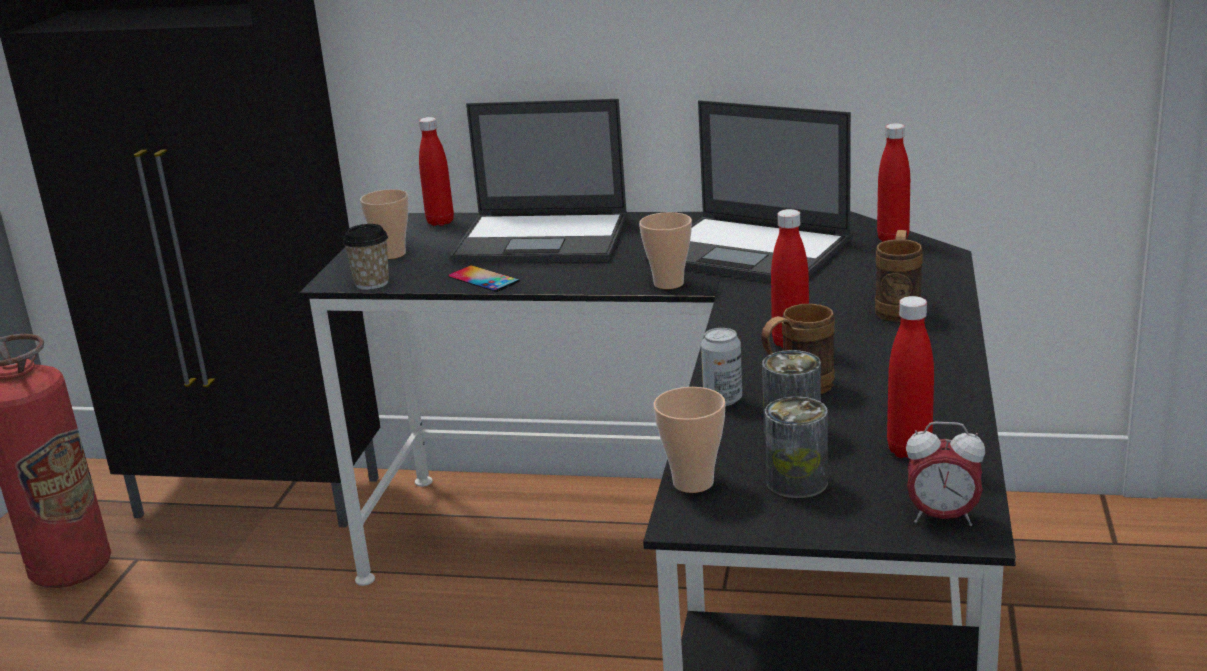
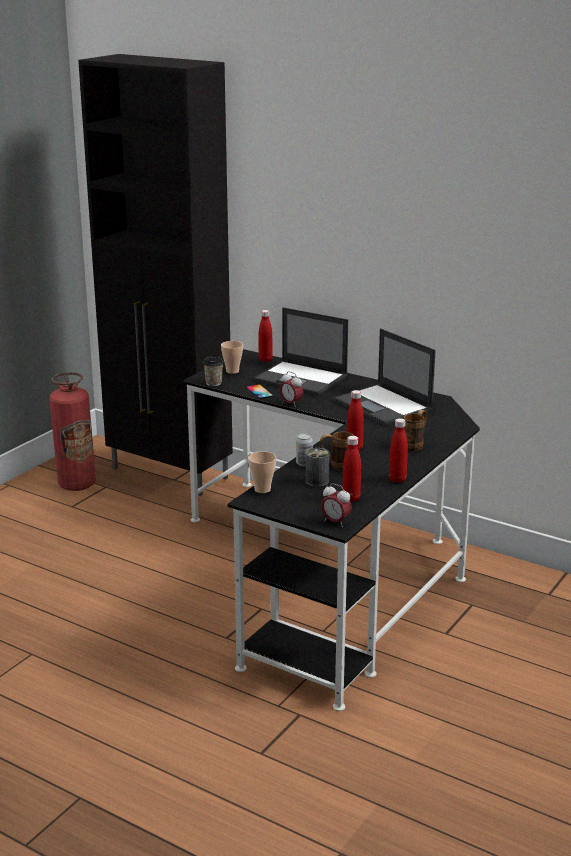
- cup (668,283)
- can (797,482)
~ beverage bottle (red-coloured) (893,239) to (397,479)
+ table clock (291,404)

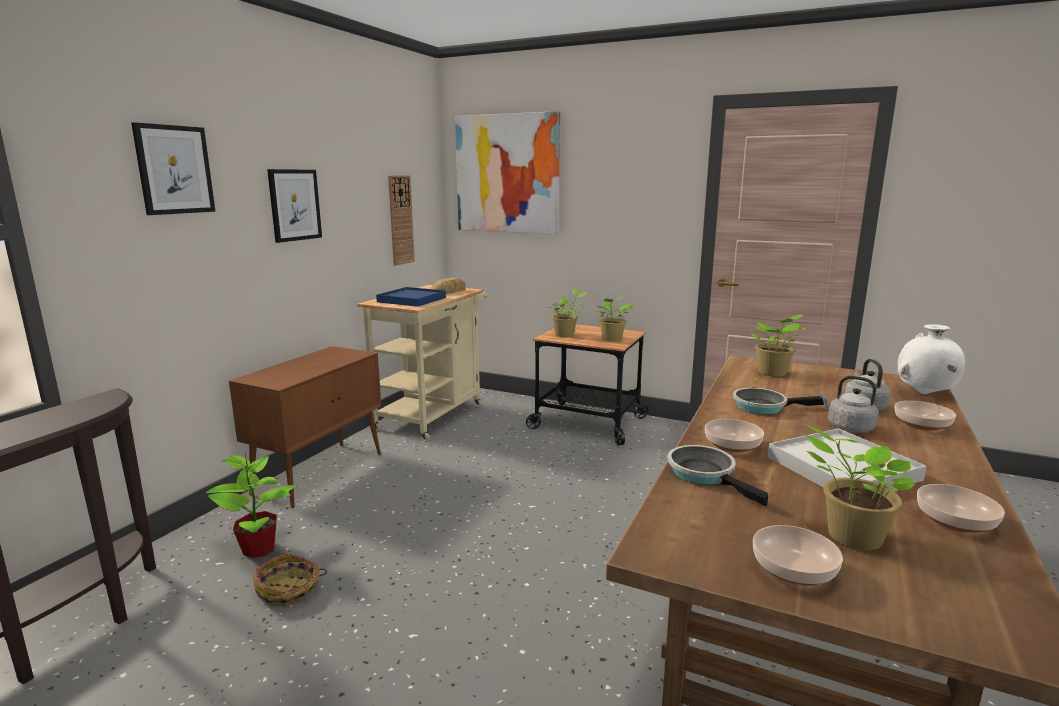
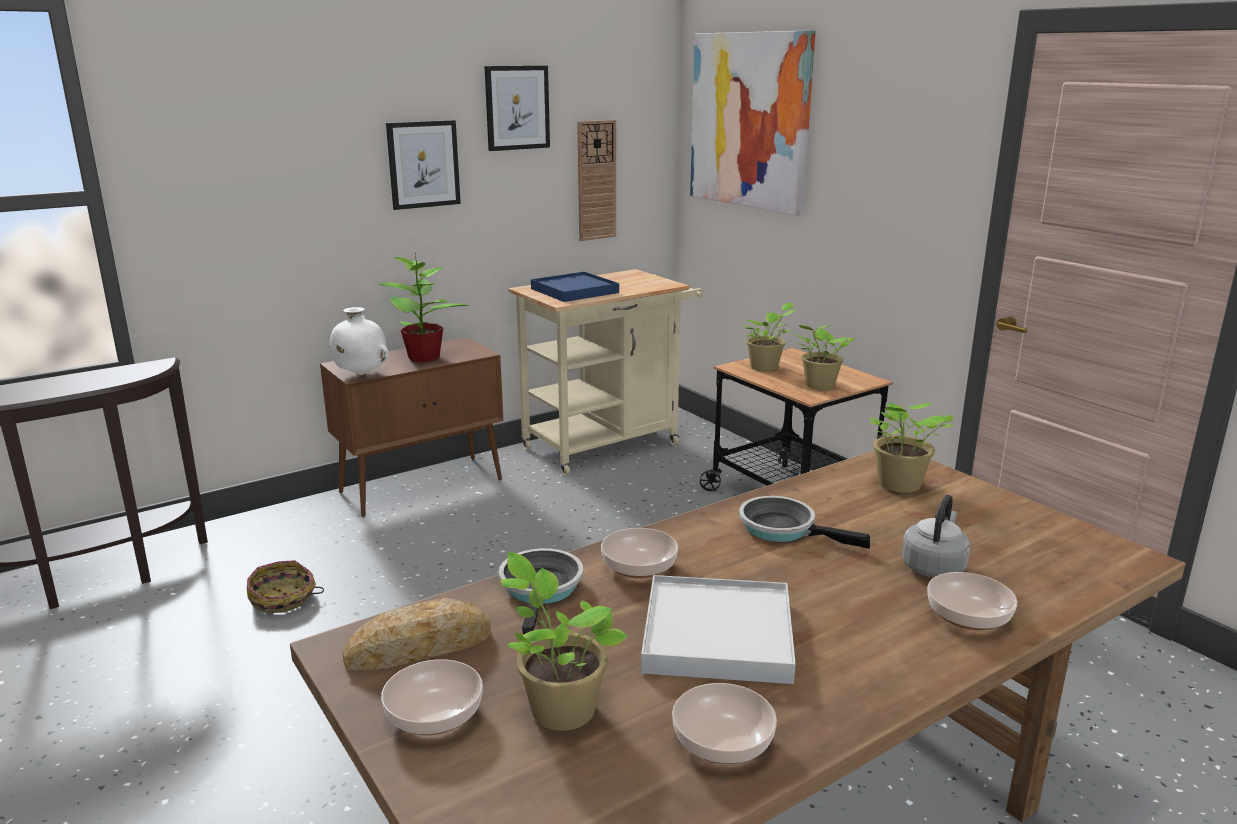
~ wall picture (174,170) to (517,108)
~ plant in a pot (260,549) to (425,358)
~ baked bread (448,292) to (419,646)
- tea kettle (greyish) (847,427)
~ vase (whitish) (924,394) to (360,374)

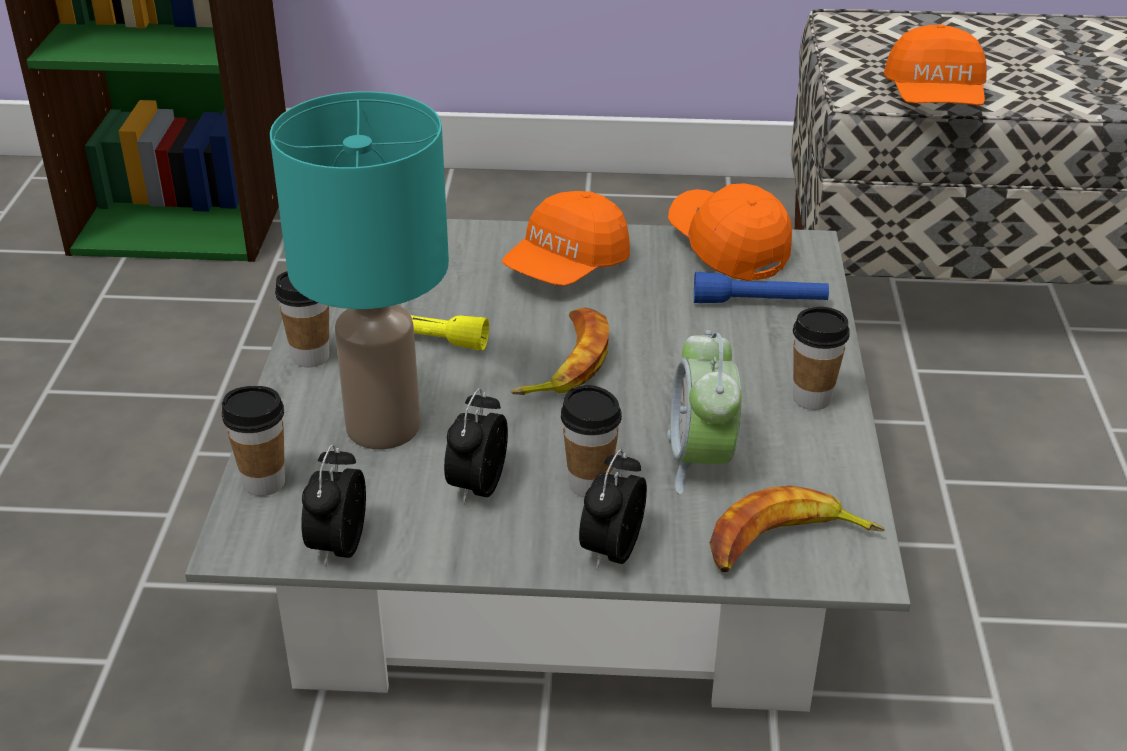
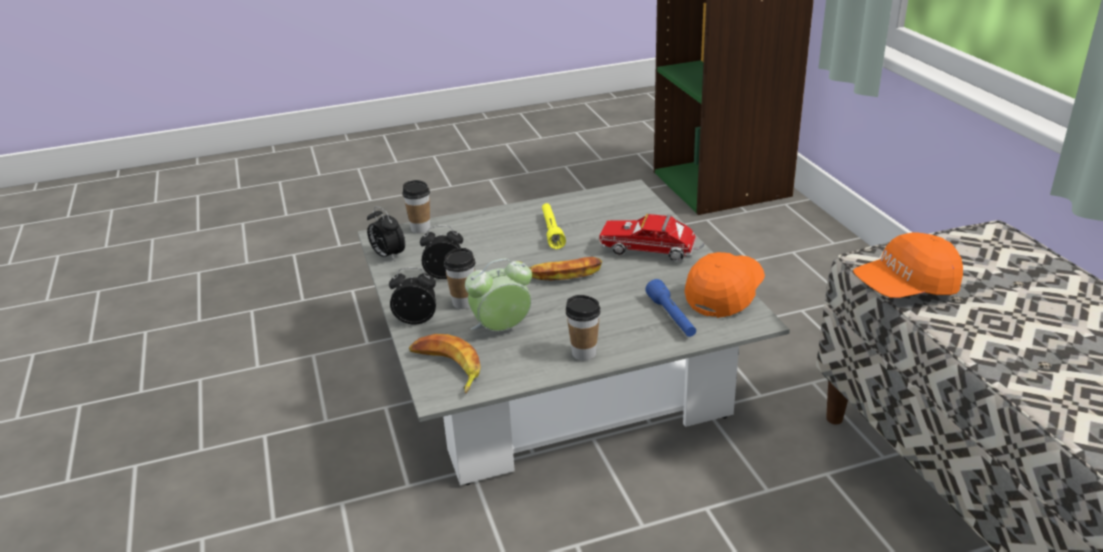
- table lamp (blue-green) (381,428)
- cup (310,356)
~ table clock (338,546) = (388,256) 120 degrees counterclockwise
~ cap (orange) (566,267) to model truck (652,251)

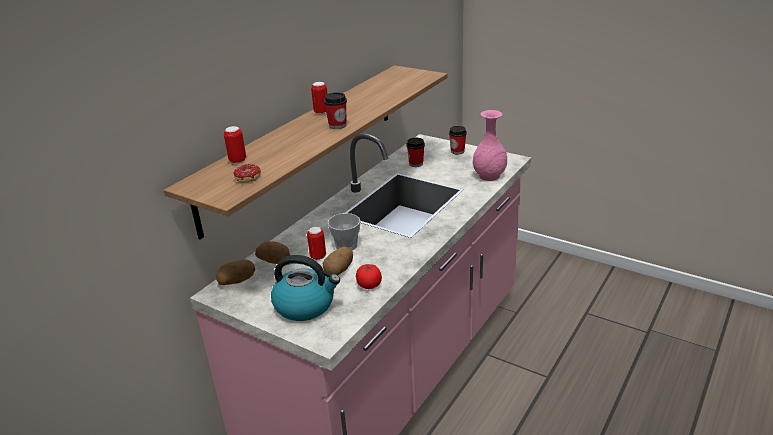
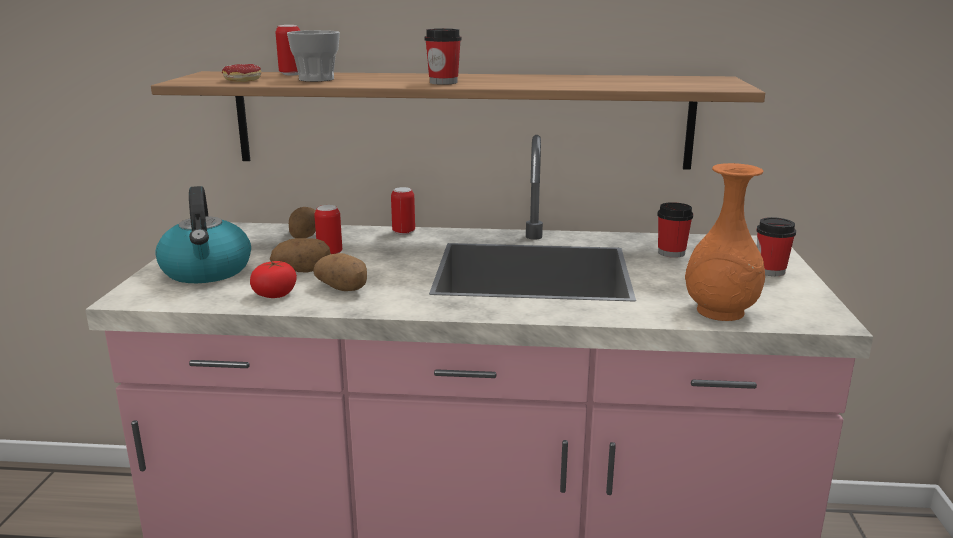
~ potato (237,281) to (344,288)
~ can (321,112) to (403,232)
~ cup (346,245) to (316,79)
~ vase (pinkish) (489,176) to vase (orange) (720,312)

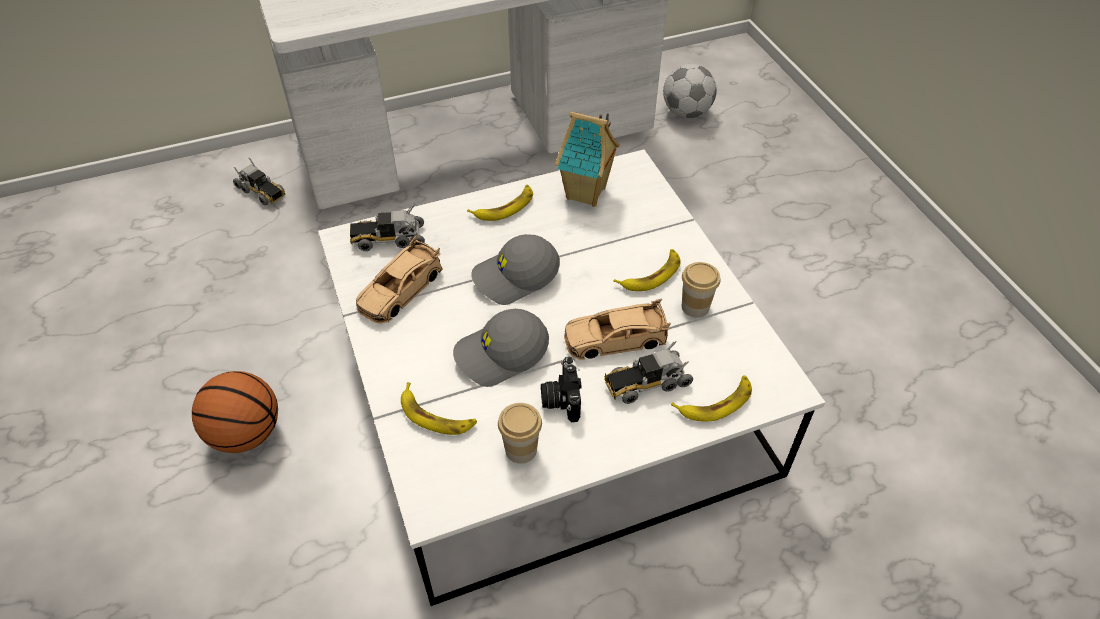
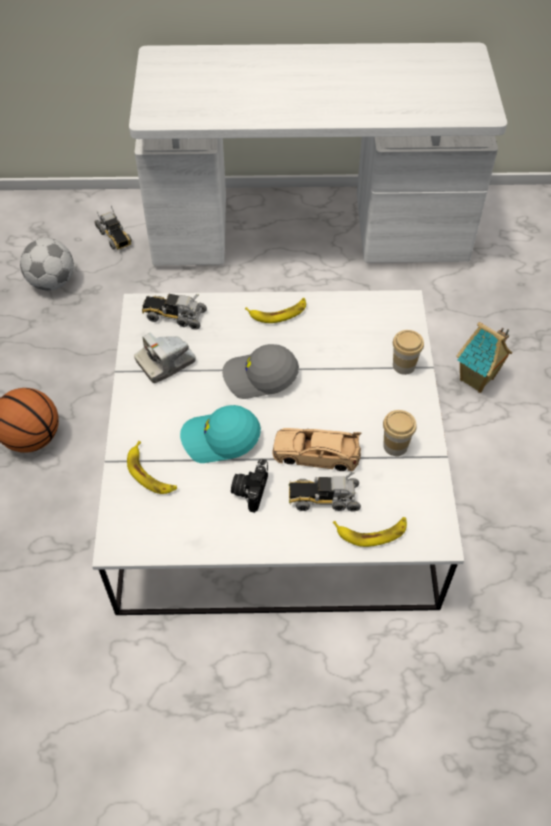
~ toy car (beige-coloured) (400,290) to still camera (166,362)
~ cap (greyish) (501,355) to cap (blue-green) (220,439)
~ cup (521,449) to (404,365)
~ model house (587,194) to (477,380)
- banana fruit (651,274)
~ football (686,112) to (52,282)

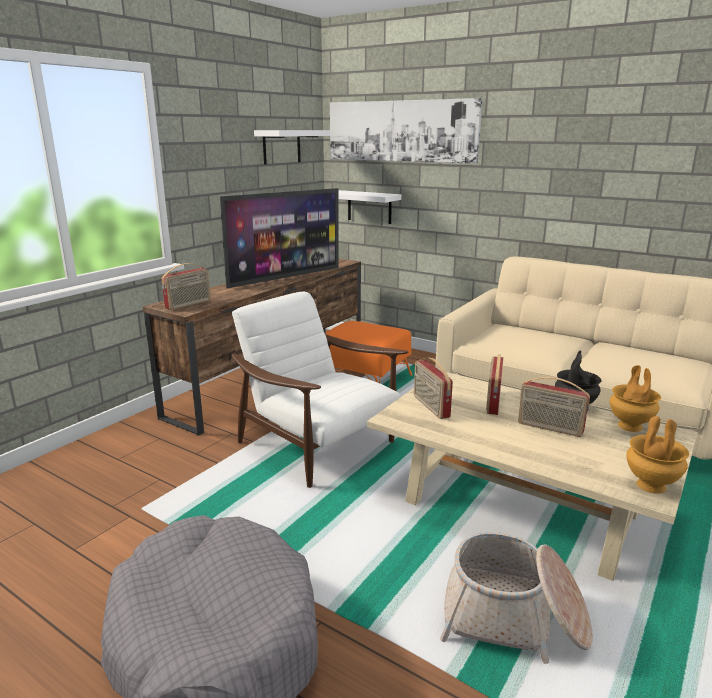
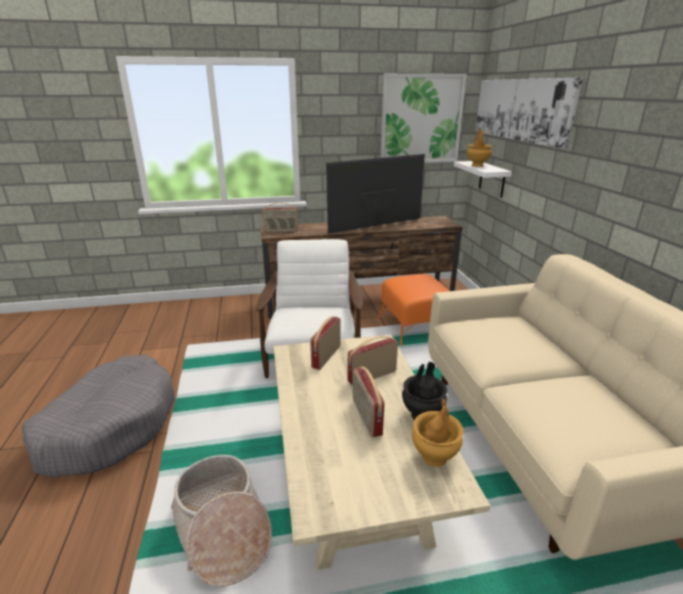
~ television (285,277) = (377,226) 150 degrees clockwise
~ wall shelf (whitish) (281,146) to wall picture (421,119)
~ vase (brownish) (650,485) to (477,165)

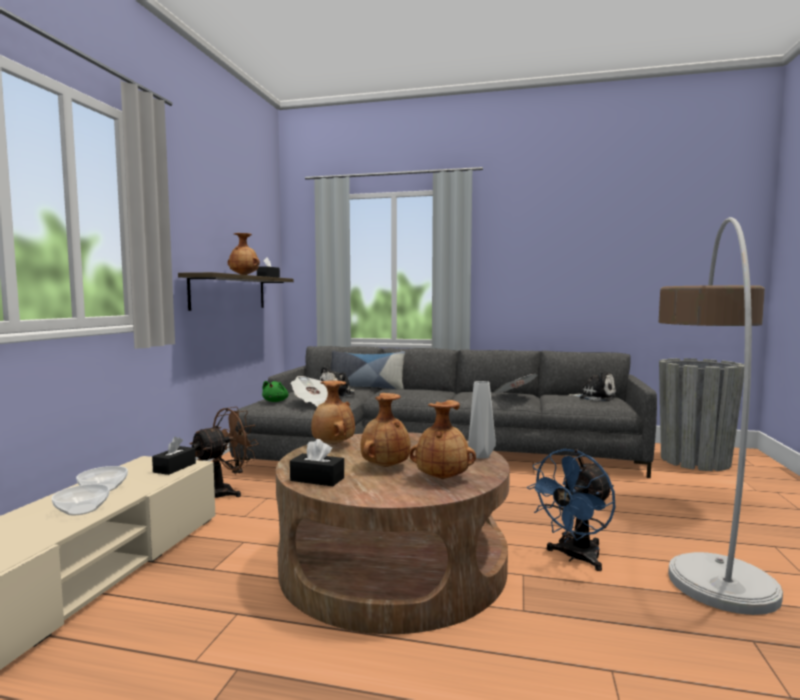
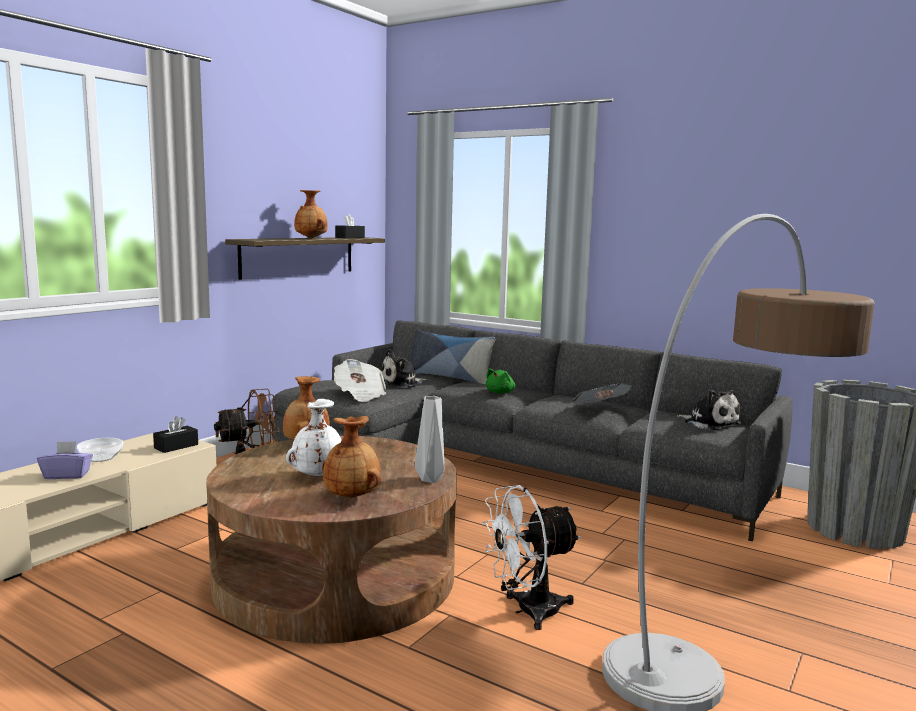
~ serving bowl (81,510) to tissue holder (purple-coloured) (67,475)
~ soft toy (greenish) (276,401) to (500,392)
- tissue holder (black) (317,479)
~ vase (brownish) (384,466) to vase (whitish) (318,475)
~ fan (blue-coloured) (575,557) to fan (whitish) (527,611)

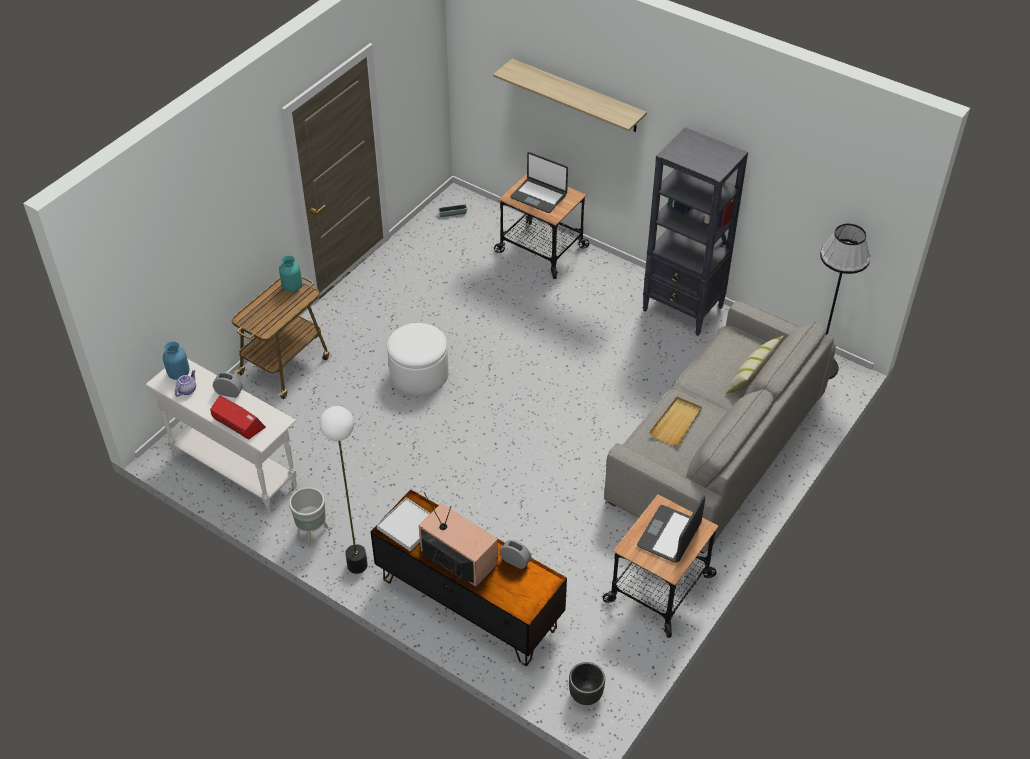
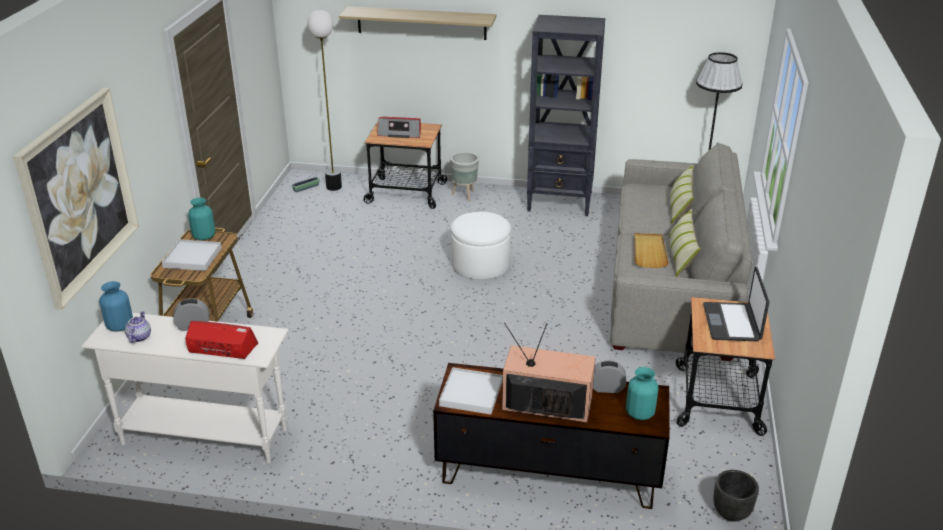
~ plant pot (greyish) (313,533) to (465,196)
~ floor lamp (357,565) to (333,187)
~ pouffe (whitish) (419,374) to (480,264)
~ laptop (539,196) to radio set (400,133)
+ wall picture (79,195)
+ tray (whitish) (192,257)
+ vase (blue-green) (640,413)
+ throw pillow (681,256)

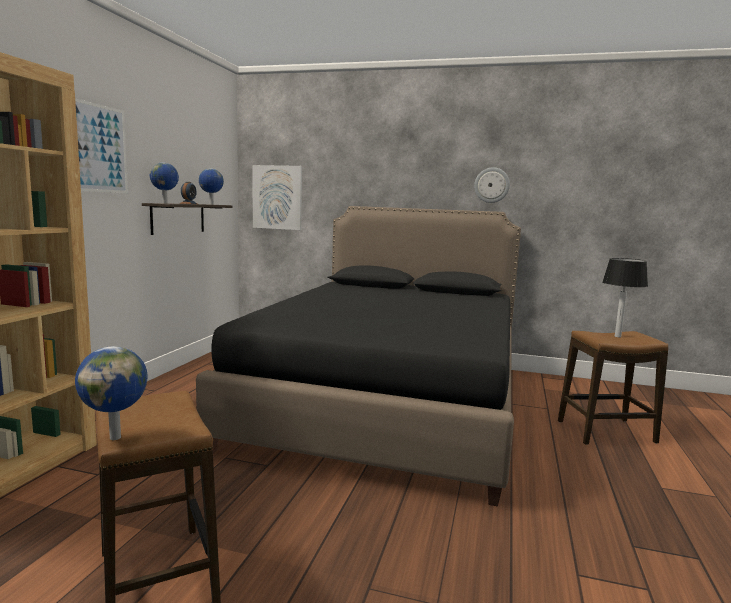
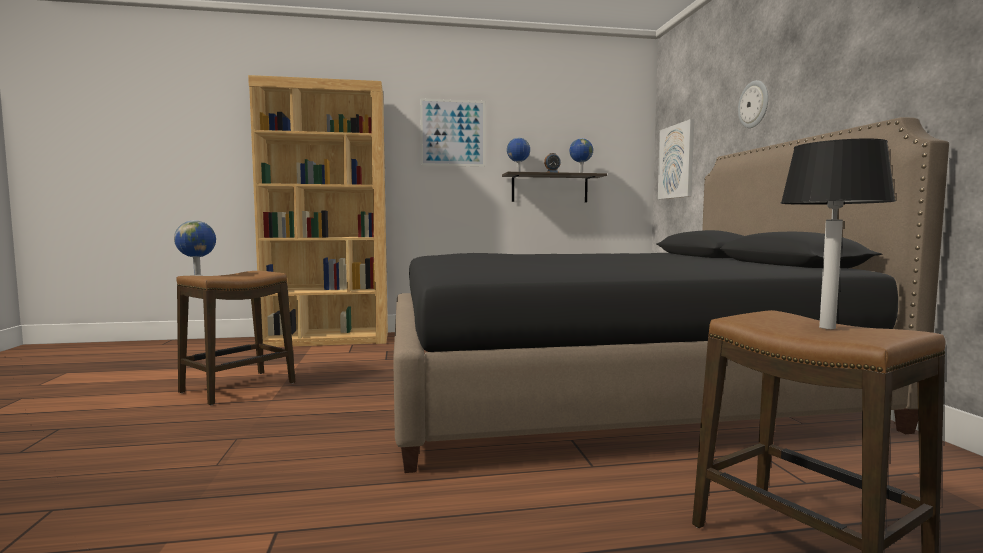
~ clock on the wall (491,185) to (754,104)

